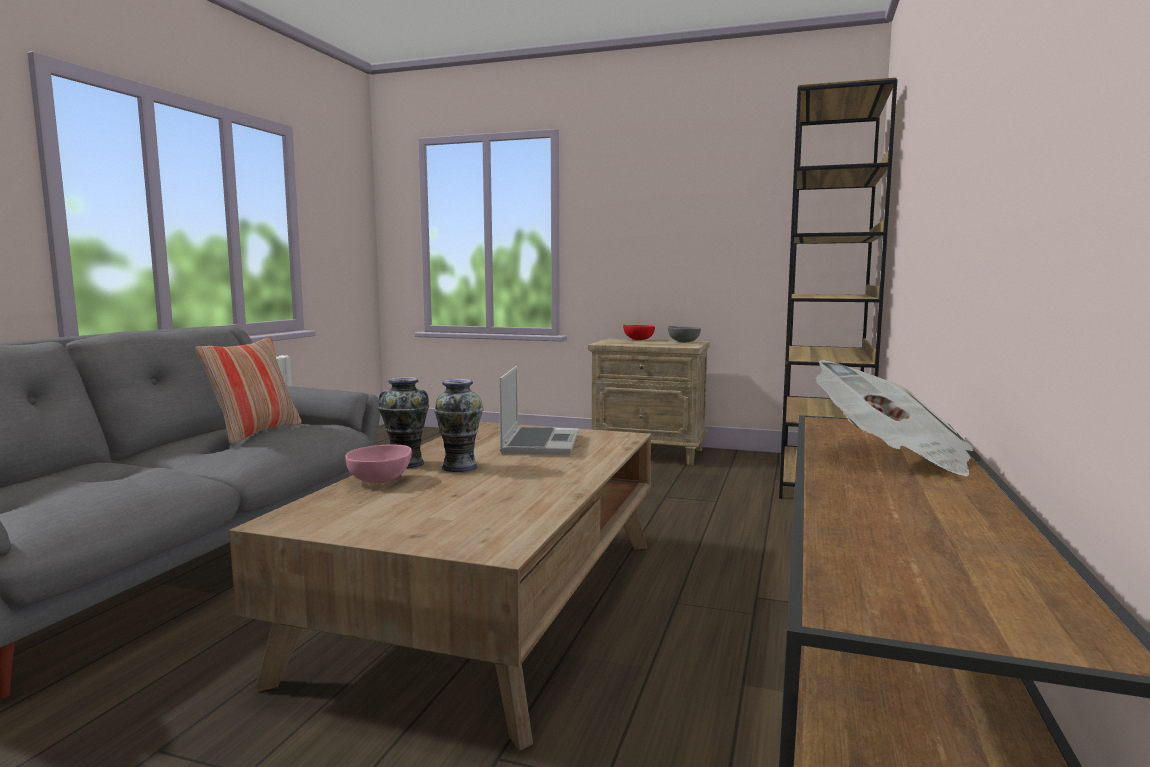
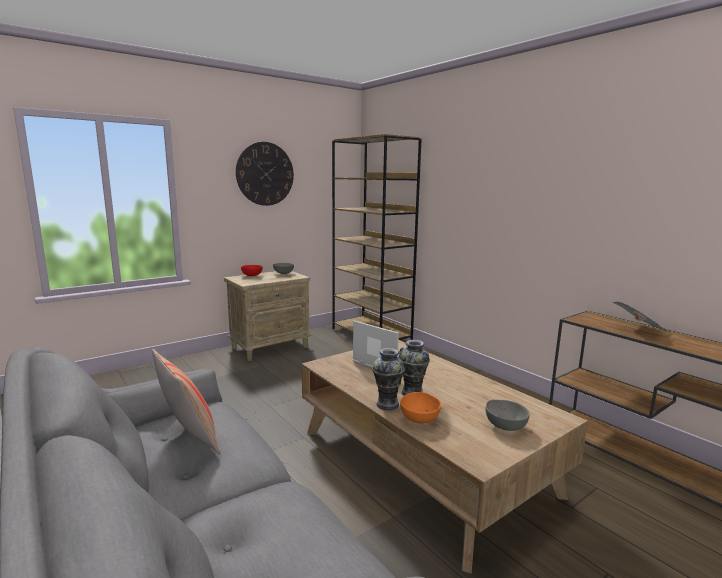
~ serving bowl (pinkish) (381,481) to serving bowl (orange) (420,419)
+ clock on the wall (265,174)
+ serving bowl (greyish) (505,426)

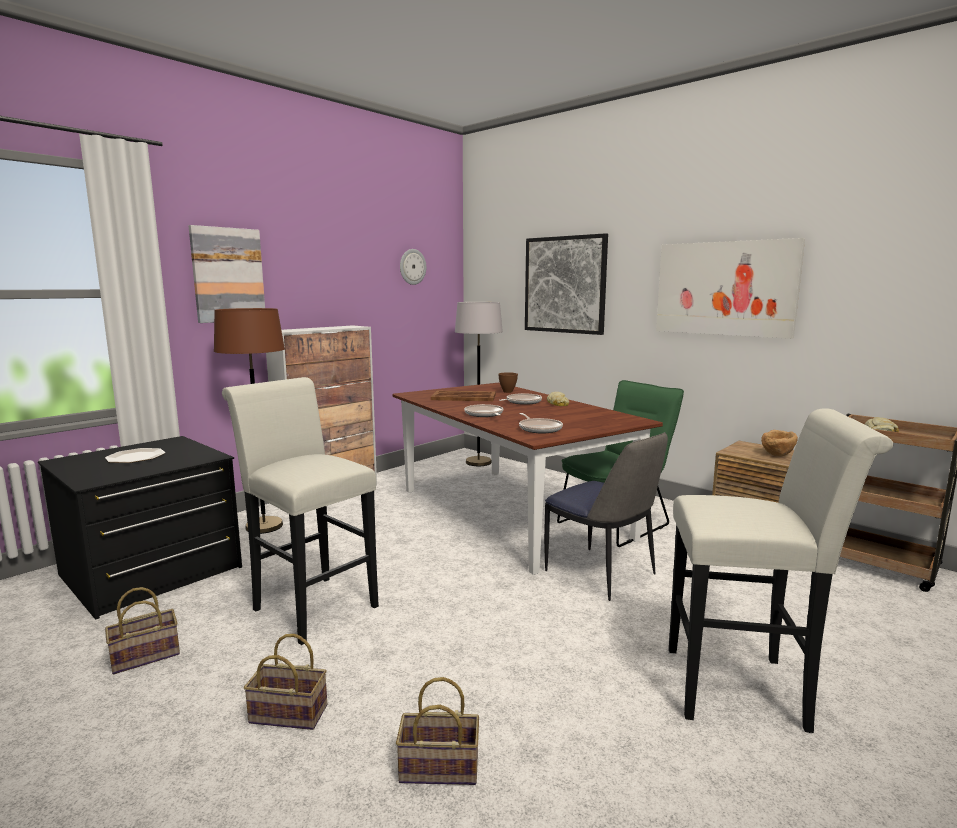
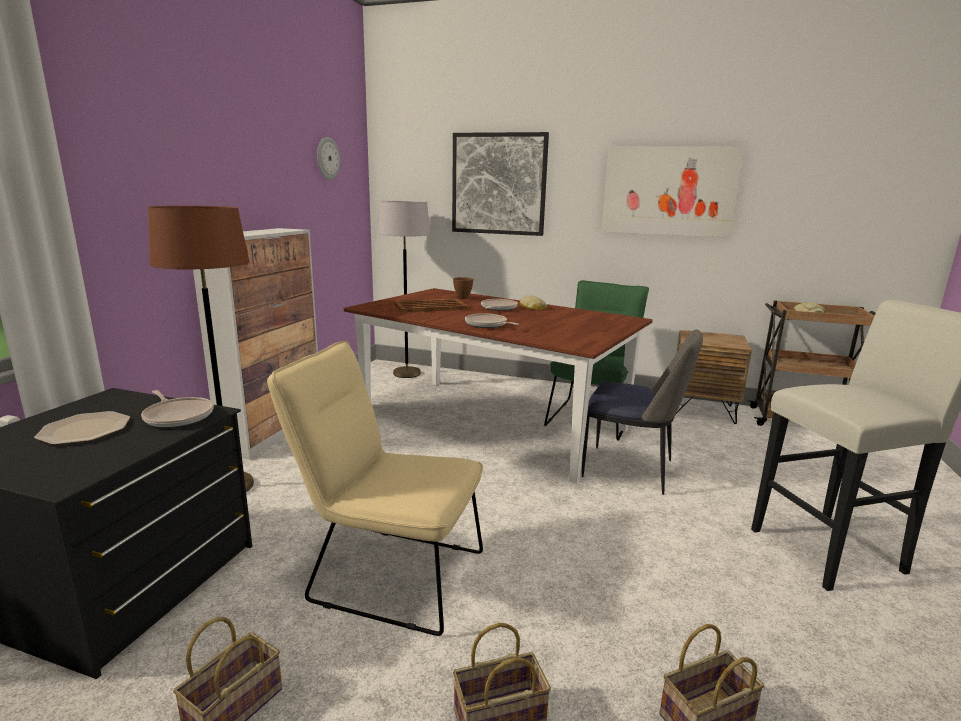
- wall picture (228,275)
~ stool seat (whitish) (310,605) to chair (beige-coloured) (387,573)
~ frying pan (539,429) to (178,416)
- serving bowl (brownish) (777,456)

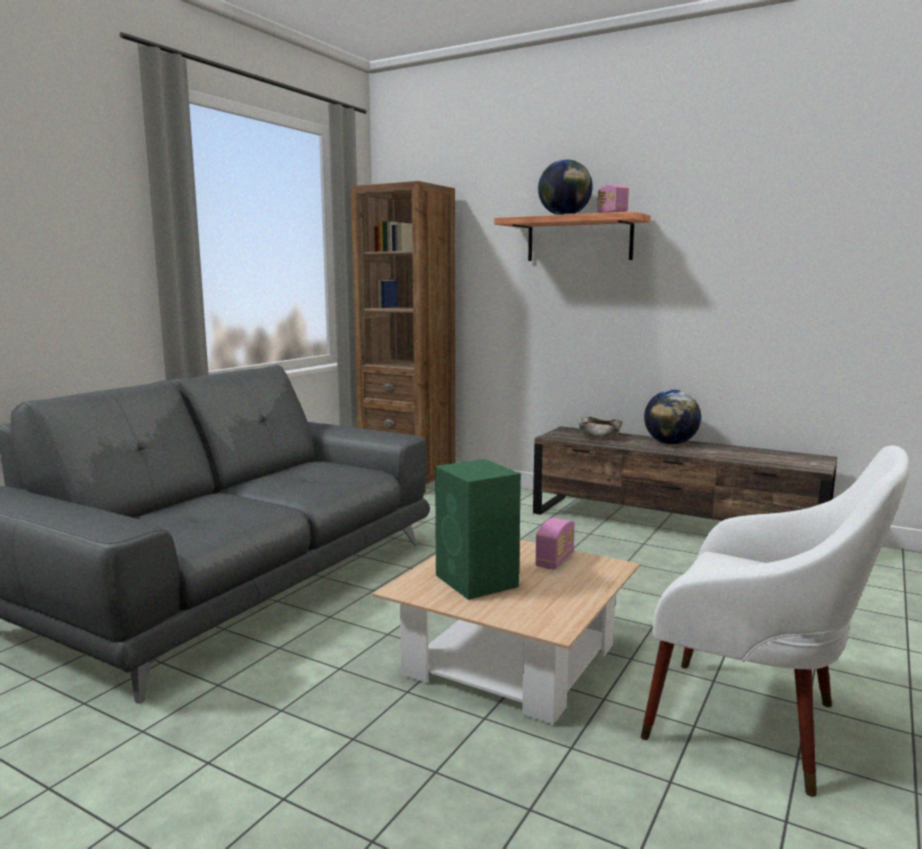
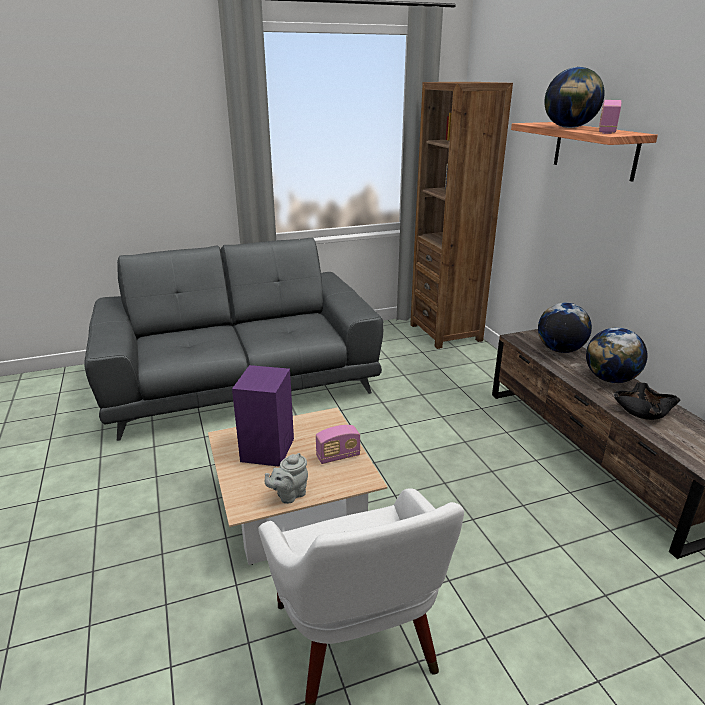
~ speaker (greenish) (477,581) to speaker (purple-coloured) (267,451)
~ serving bowl (beige-coloured) (600,436) to globe (560,350)
+ pot for tea (greyish) (289,495)
+ serving bowl (black) (642,410)

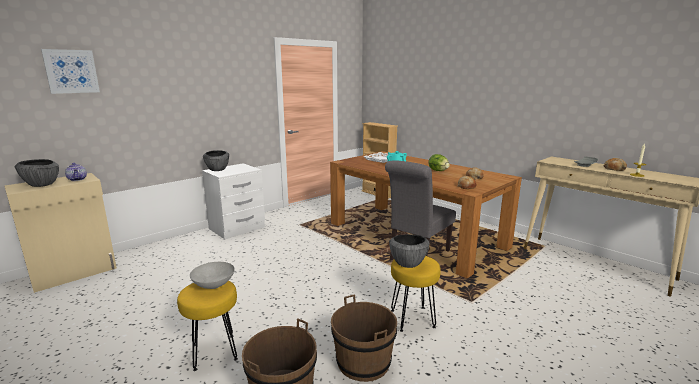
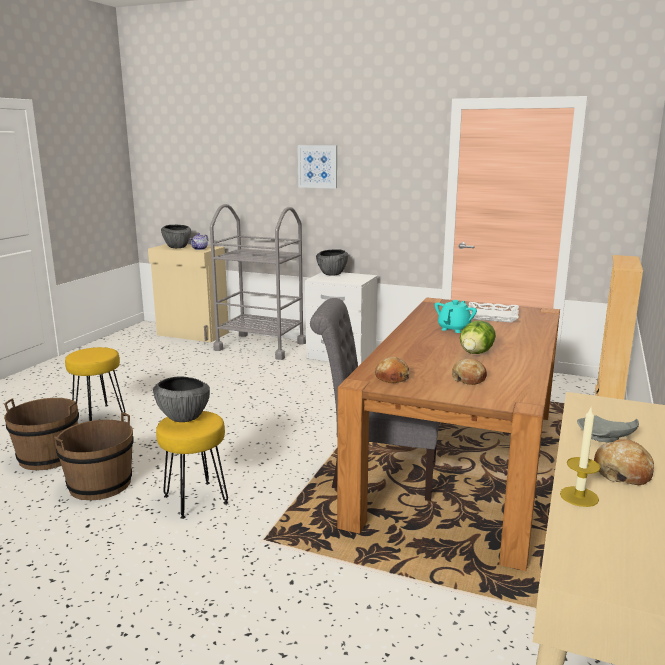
~ wall picture (71,71) to (318,166)
- serving bowl (greyish) (214,285)
+ wheeled cart (greyish) (260,346)

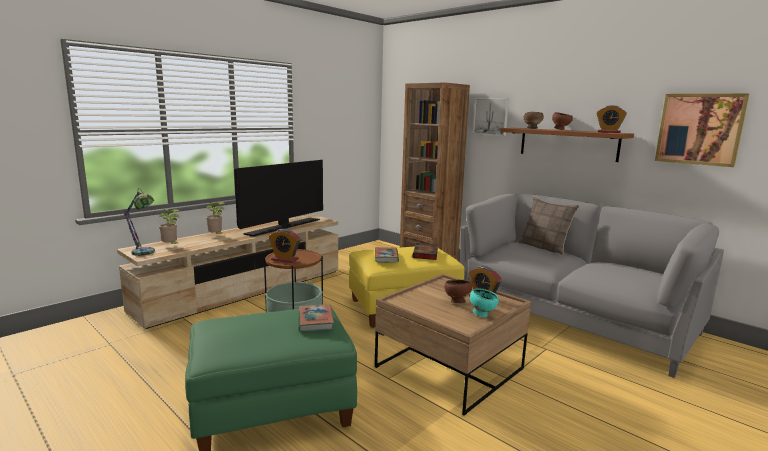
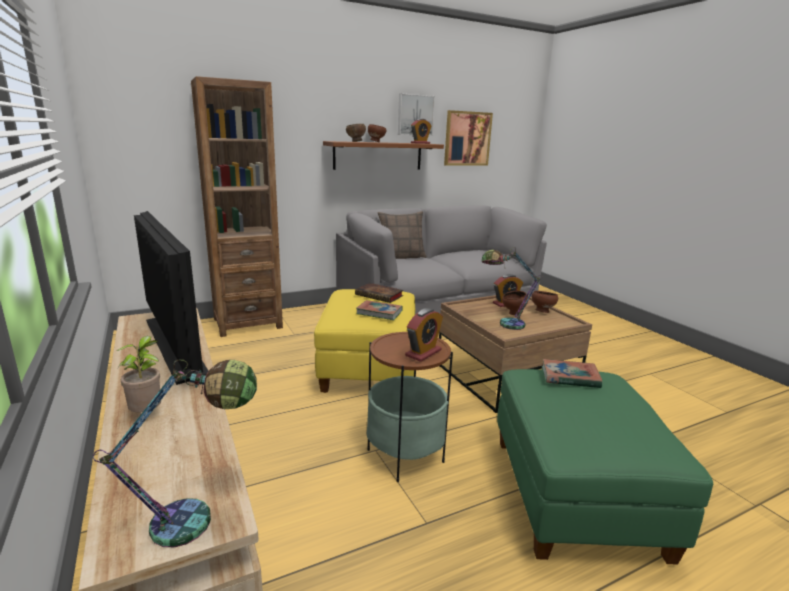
- plant in a pot (171,246)
~ serving bowl (blue-green) (482,314) to serving bowl (brownish) (542,312)
~ wall picture (491,116) to (415,115)
+ table lamp (504,324)

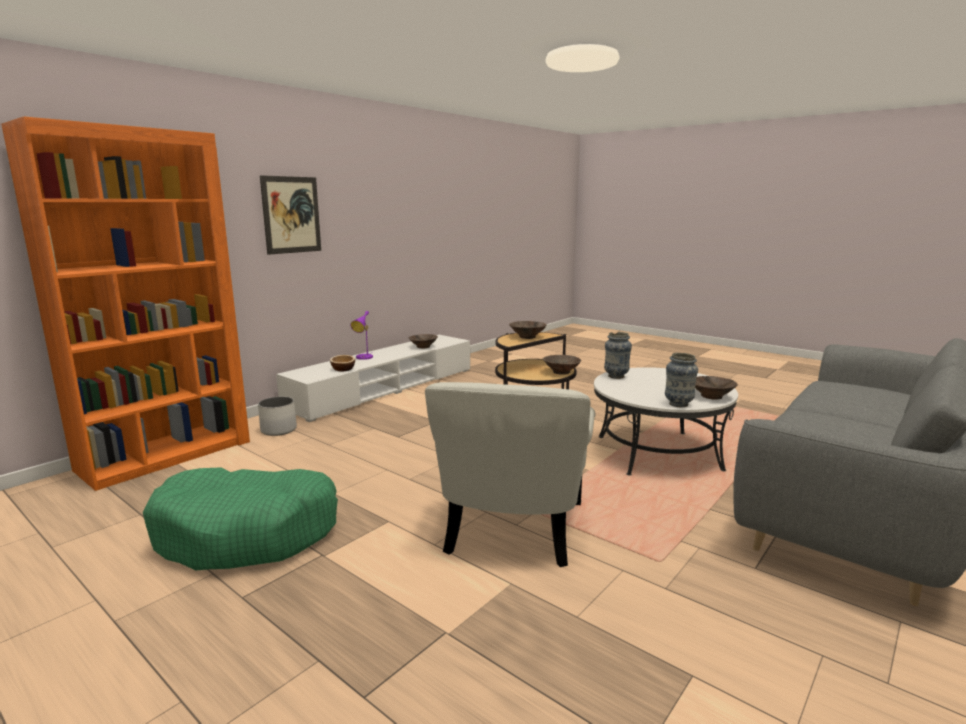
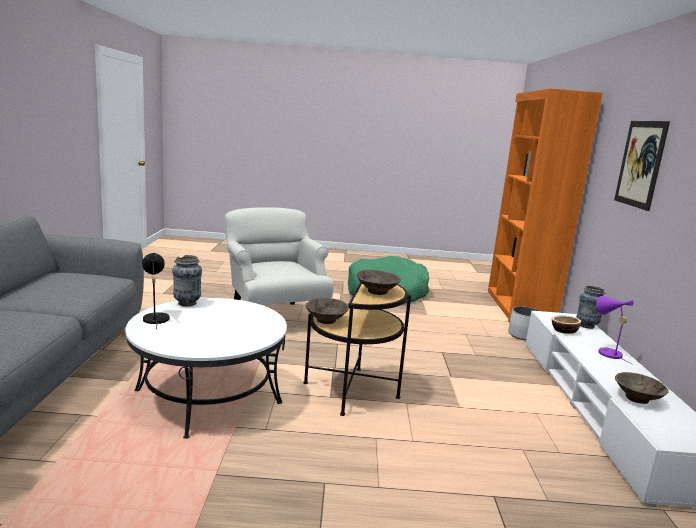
~ vase (616,376) to (586,326)
~ serving bowl (brownish) (712,396) to table lamp (black) (155,317)

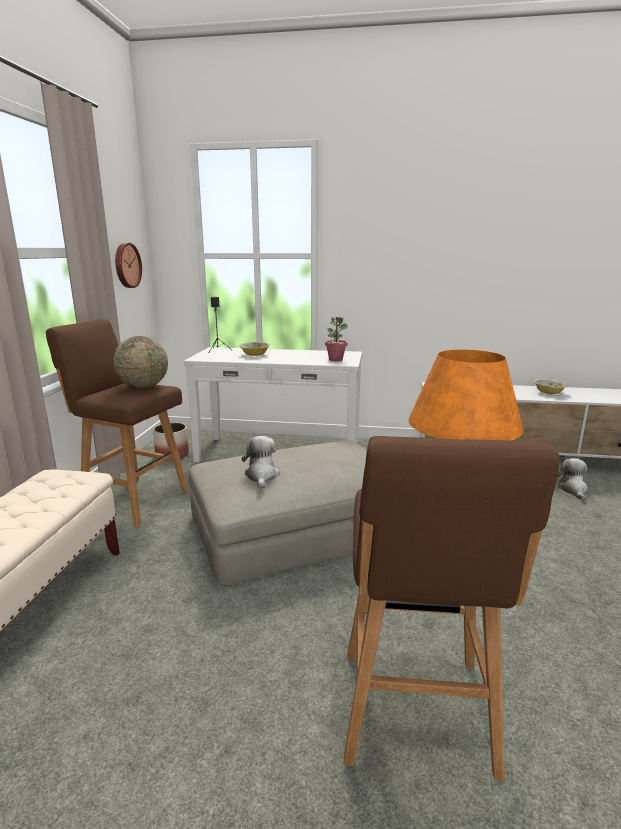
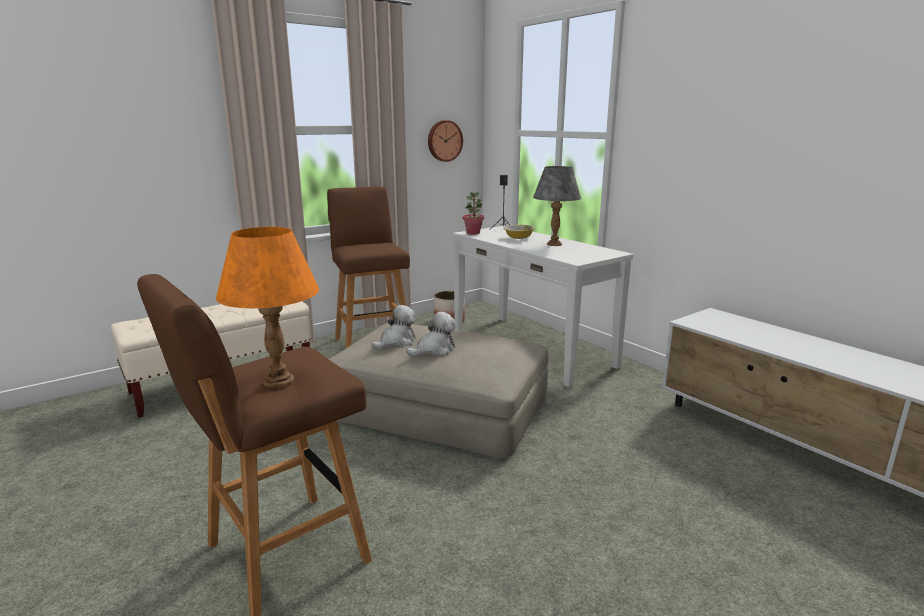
- globe (143,387)
~ plant in a pot (335,359) to (473,233)
- serving bowl (548,393)
~ soft toy (573,490) to (434,350)
+ table lamp (greyish) (554,244)

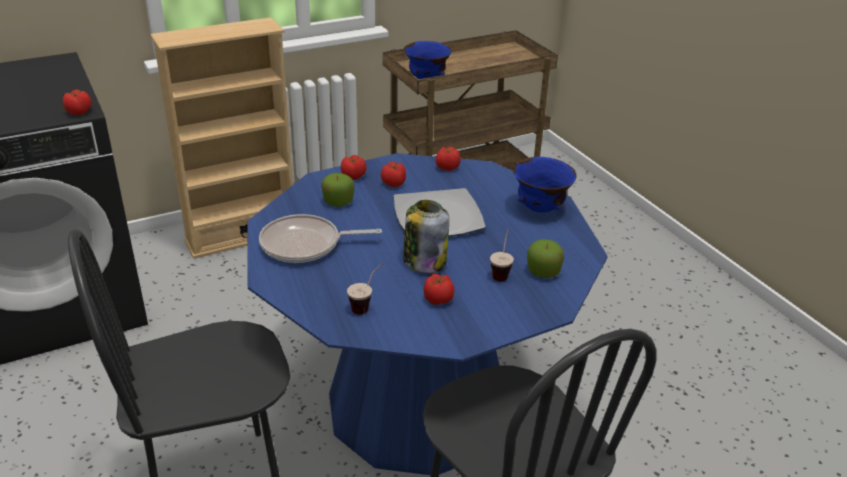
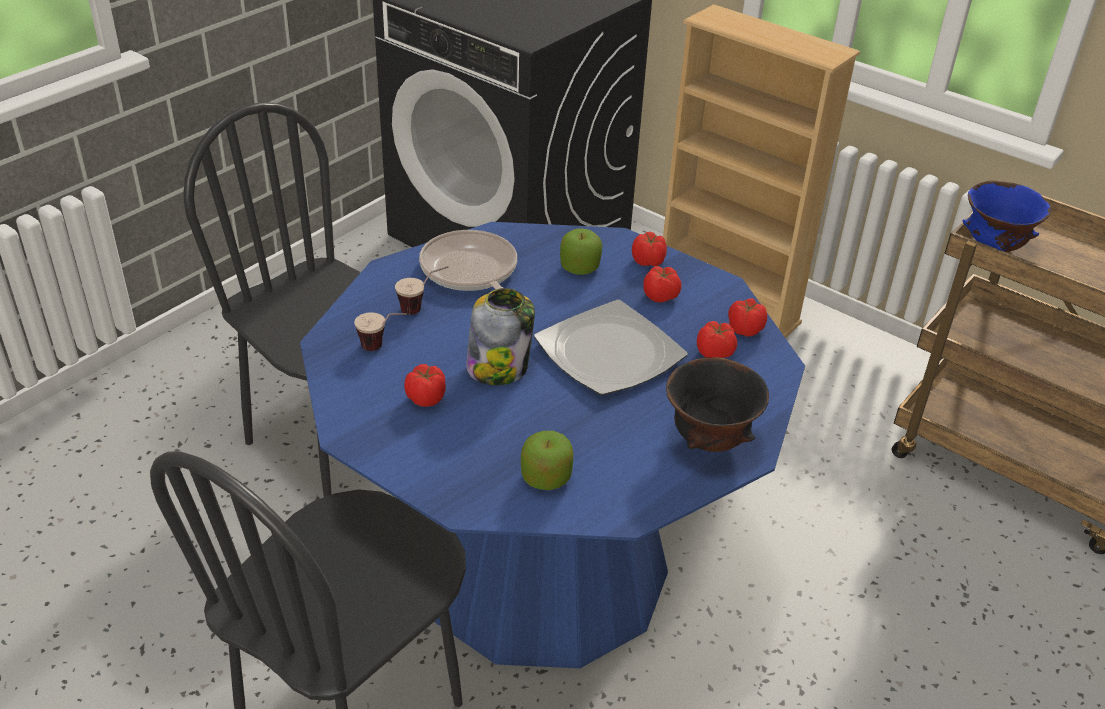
~ fresh tomato (79,112) to (715,353)
~ cup (501,271) to (423,308)
~ serving bowl (blue-coloured) (541,209) to serving bowl (black) (709,442)

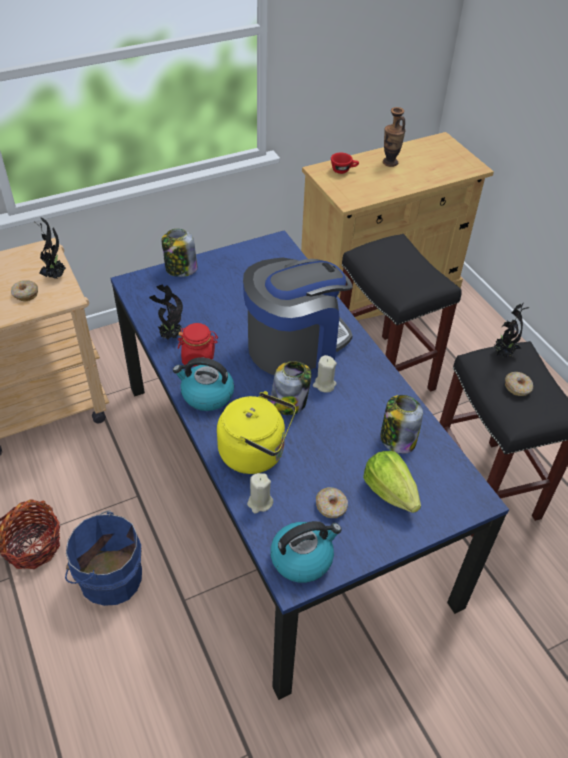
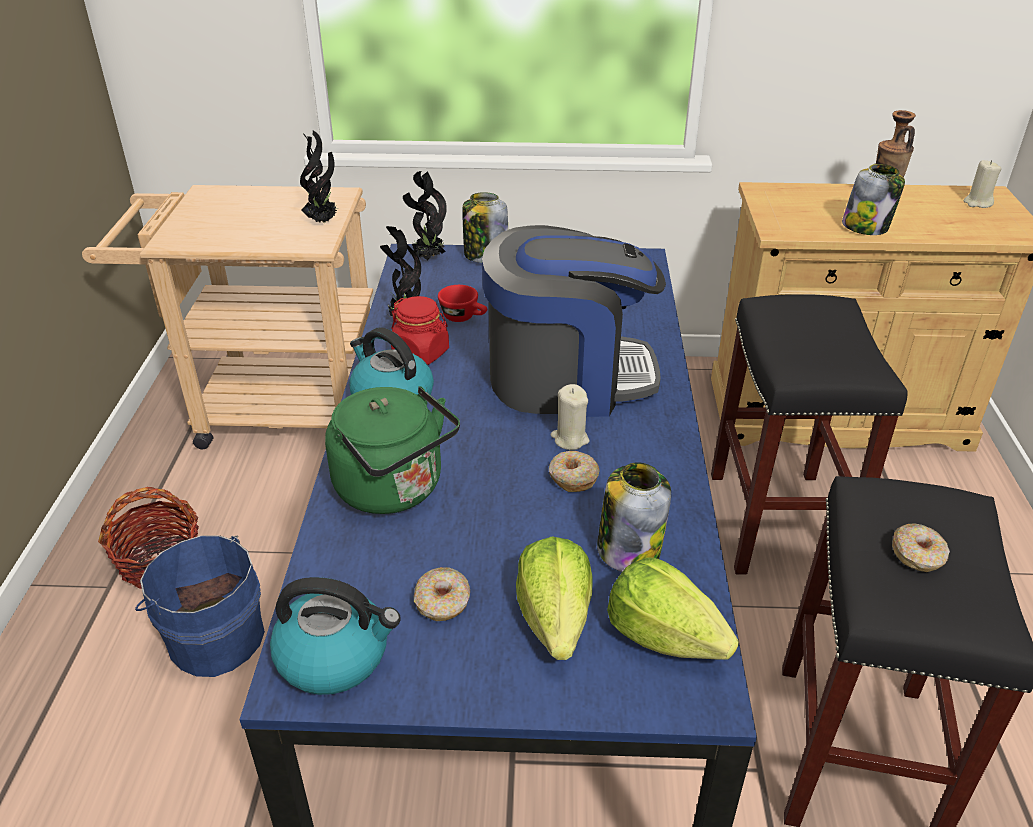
~ ring doughnut (25,294) to (572,477)
~ tea kettle (yellow-coloured) (256,453) to tea kettle (greenish) (394,489)
~ candle (beige-coloured) (259,503) to (977,203)
~ preserve jar (289,402) to (866,227)
~ cup (red-coloured) (343,170) to (464,317)
~ plant in a pot (503,354) to (428,258)
+ head of lettuce (664,636)

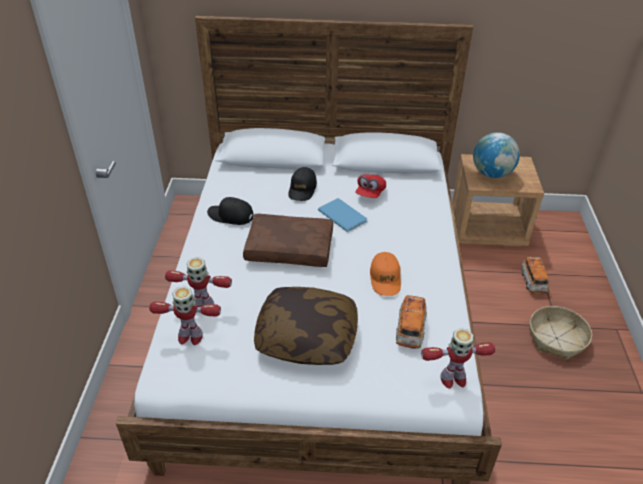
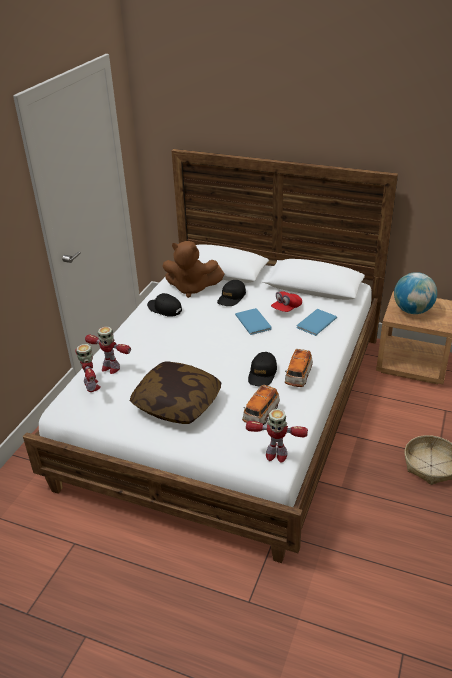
~ model robot (189,336) = (91,386) 135 degrees counterclockwise
- throw pillow (brownish) (290,247)
~ cap (orange) (385,278) to cap (black) (262,374)
~ toy car (533,282) to (298,376)
+ soft toy (brownish) (192,288)
+ bound book (blue-coloured) (315,323)

